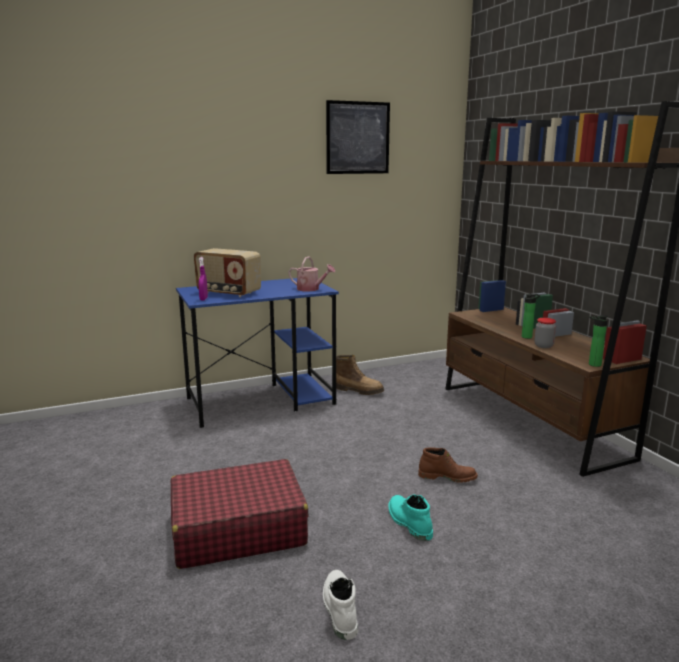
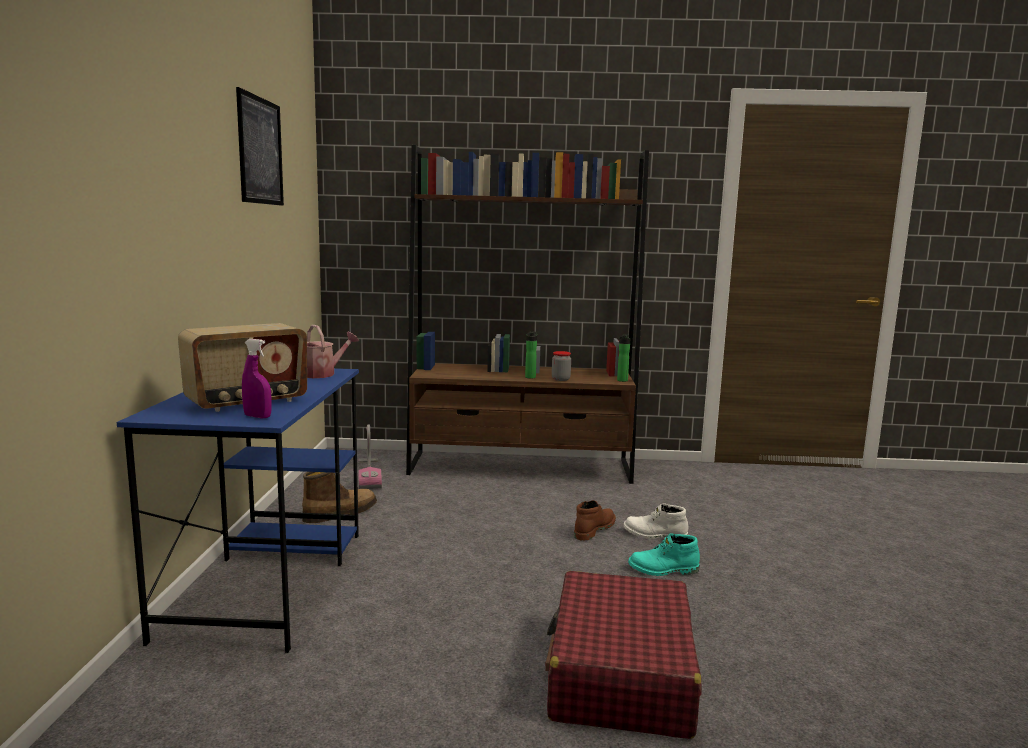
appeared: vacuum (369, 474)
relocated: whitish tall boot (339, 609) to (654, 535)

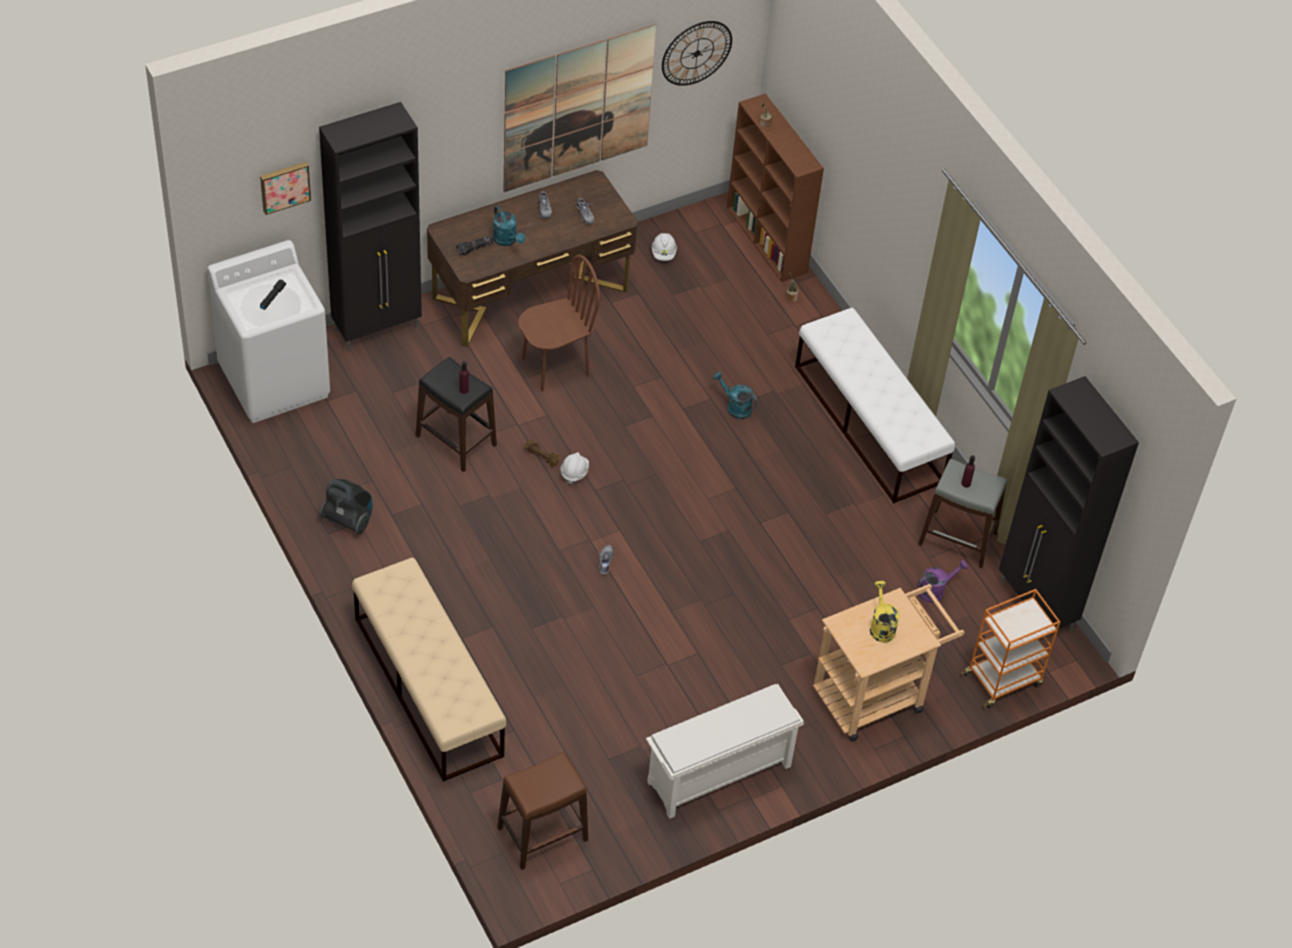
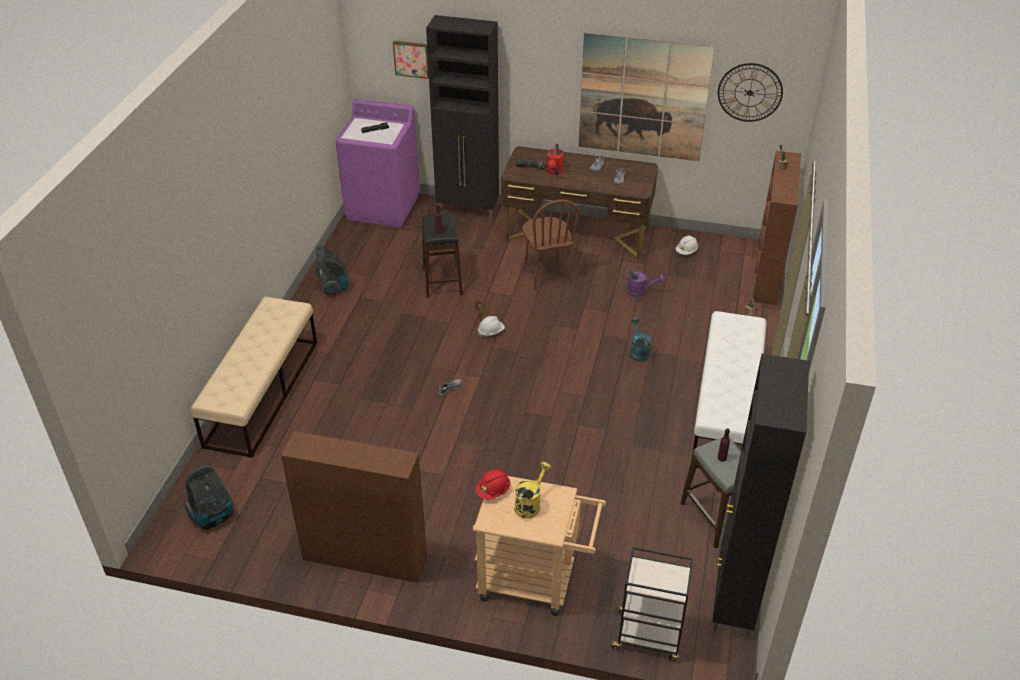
appeared: red-coloured hard hat (493, 491)
relocated: purple-coloured sprinkling can (935, 590) to (640, 292)
exchanged: whitish shoe stand (718, 775) to brown-coloured shelving unit (363, 558); brown-coloured stool seat (542, 834) to vacuum (214, 517)
colour: turquoise-coloured sprinkling can (507, 241) to red-coloured sprinkling can (554, 172); whitish laundry machine (275, 381) to purple-coloured laundry machine (383, 207); orange-coloured wheeled cart (1003, 679) to black wheeled cart (648, 636)
spun: brown-coloured plain chair (555, 367) = (546, 275) 60 degrees clockwise

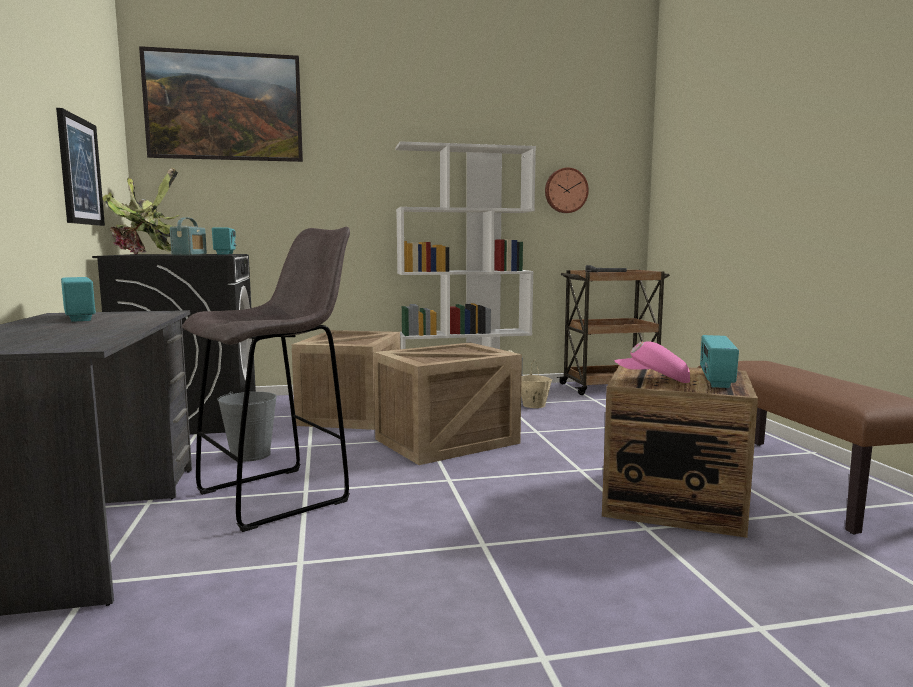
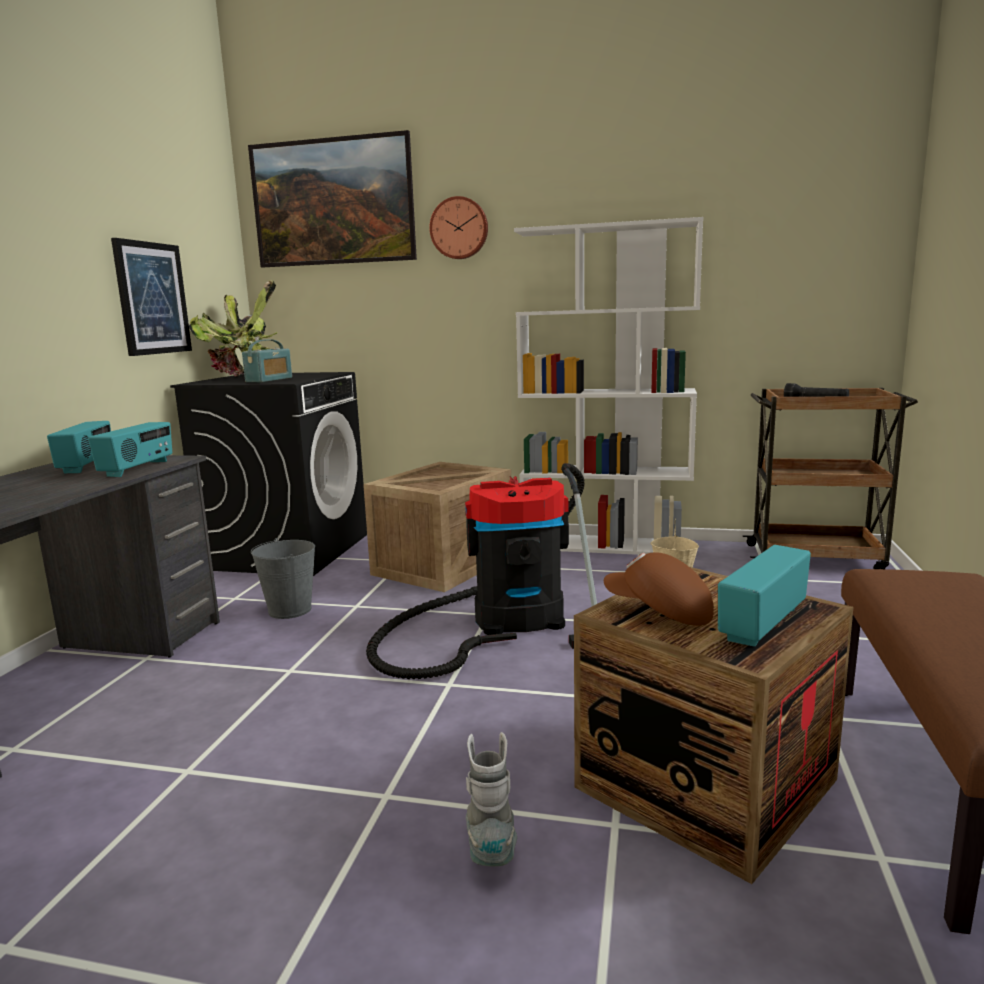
missing: gray stool seat (278, 496)
appeared: gray tall boot (491, 845)
relocated: hanging clock (565, 190) to (459, 228); radio set (225, 254) to (138, 468)
exchanged: shipping crate (448, 440) to vacuum (508, 621)
colour: pinkish peaked cap (653, 381) to brown-coloured peaked cap (658, 612)

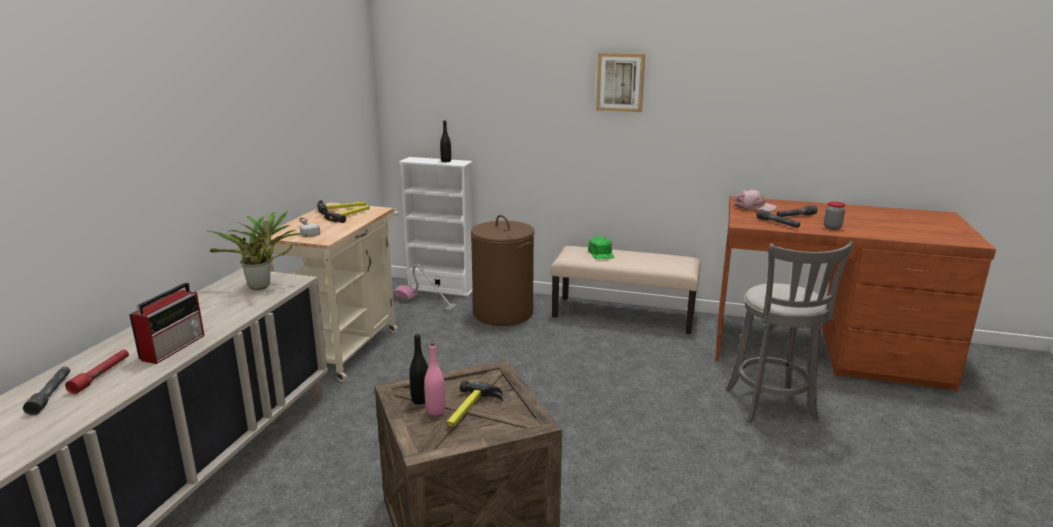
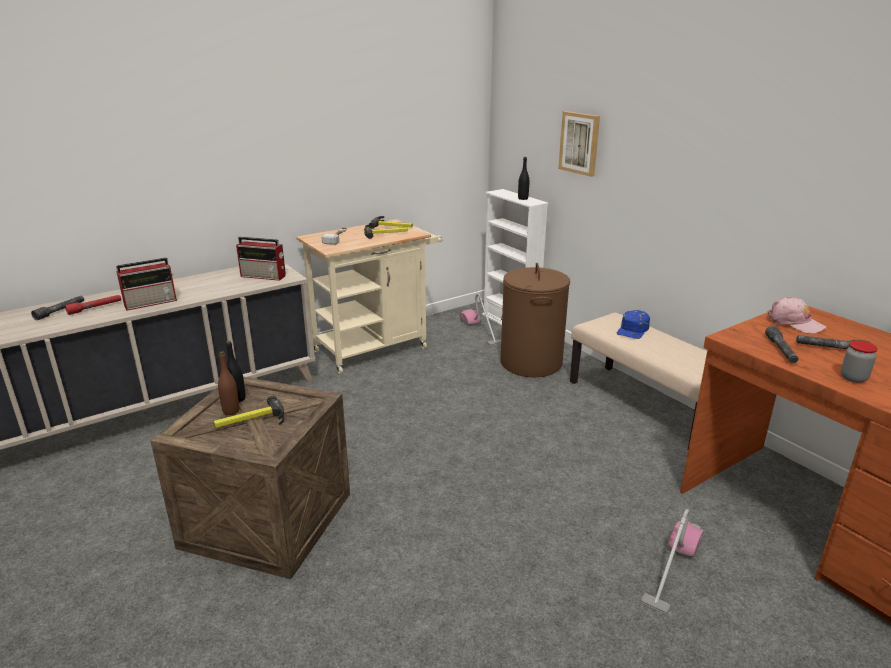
relocated: picture (620, 82) to (579, 143)
exchanged: plant in a pot (263, 286) to radio set (264, 276); gray stool seat (772, 406) to vacuum (672, 569)
colour: greenish peaked cap (601, 253) to blue peaked cap (633, 330); pinkish bottle (435, 411) to brown-coloured bottle (231, 411)

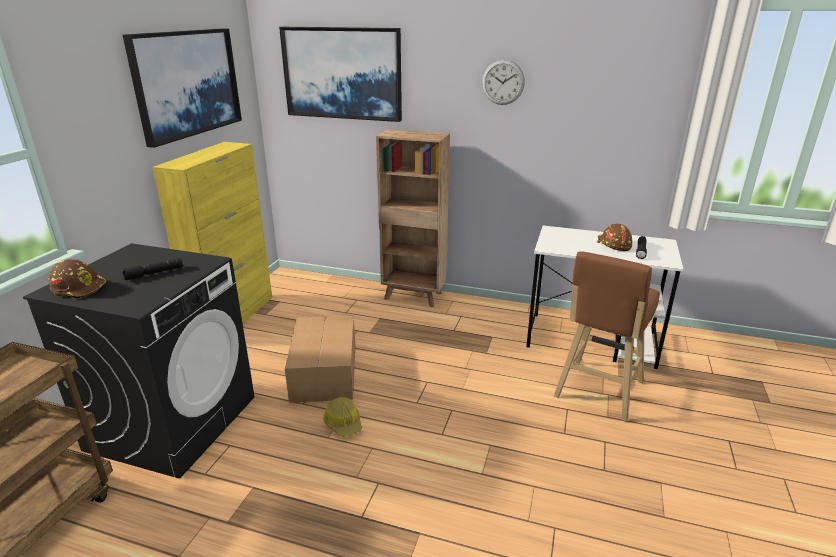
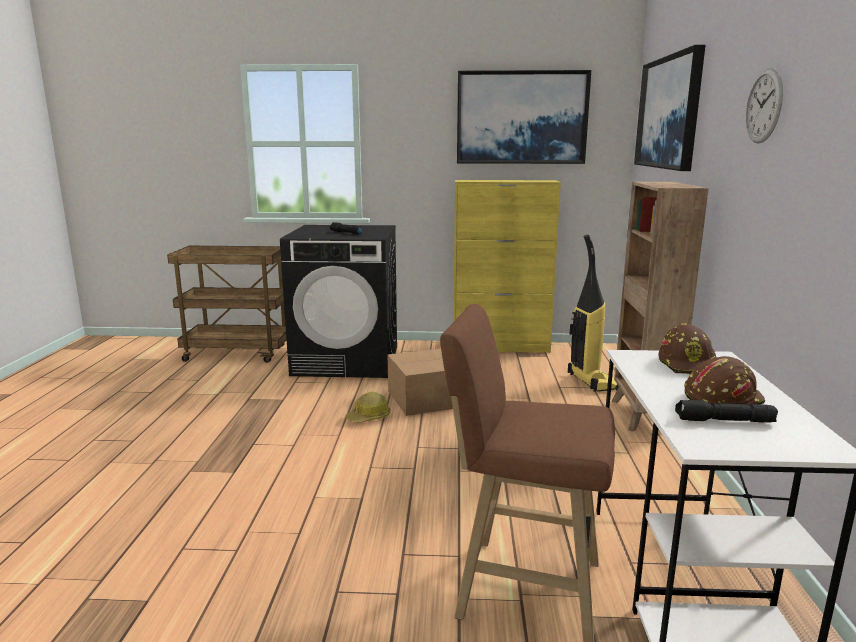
appeared: vacuum (591, 382)
relocated: brown-coloured hard hat (80, 288) to (688, 364)

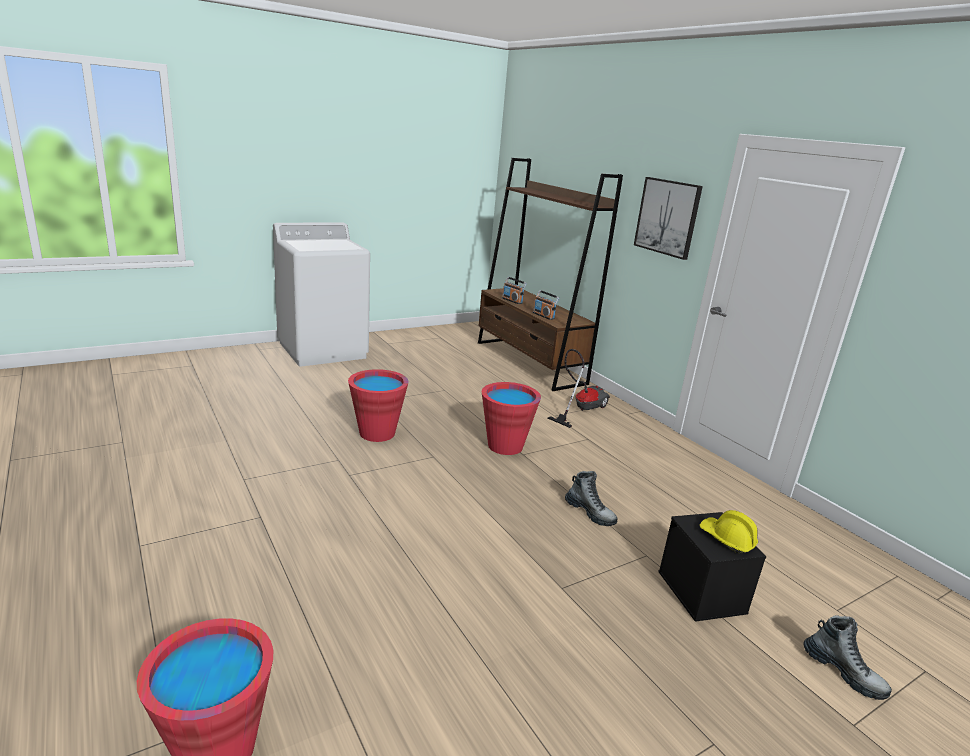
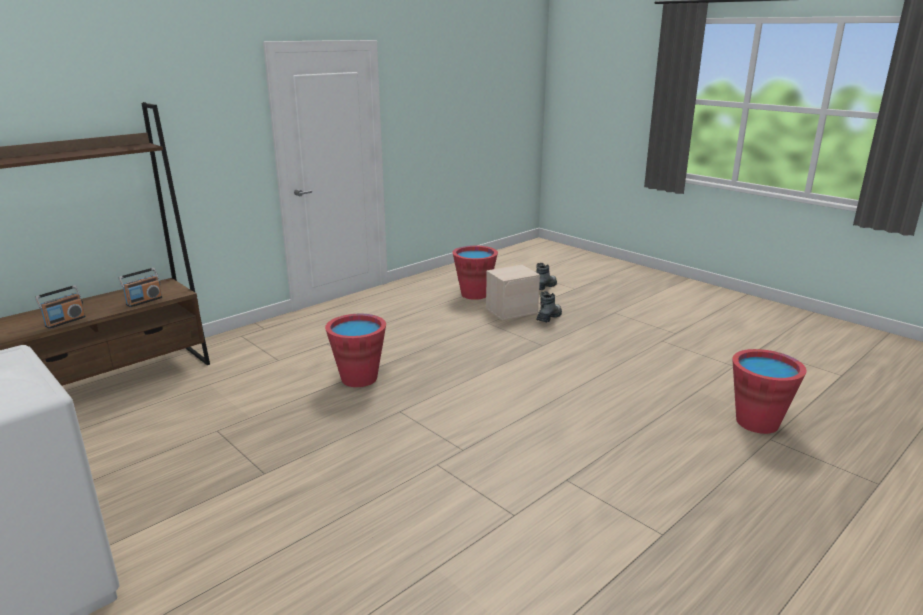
missing: picture (667, 217); vacuum (580, 409); yellow hard hat (727, 539)
relocated: red-coloured bucket (377, 433) to (474, 294); tall boot (590, 513) to (548, 318)
colour: black storage bin (703, 592) to beige-coloured storage bin (512, 310)

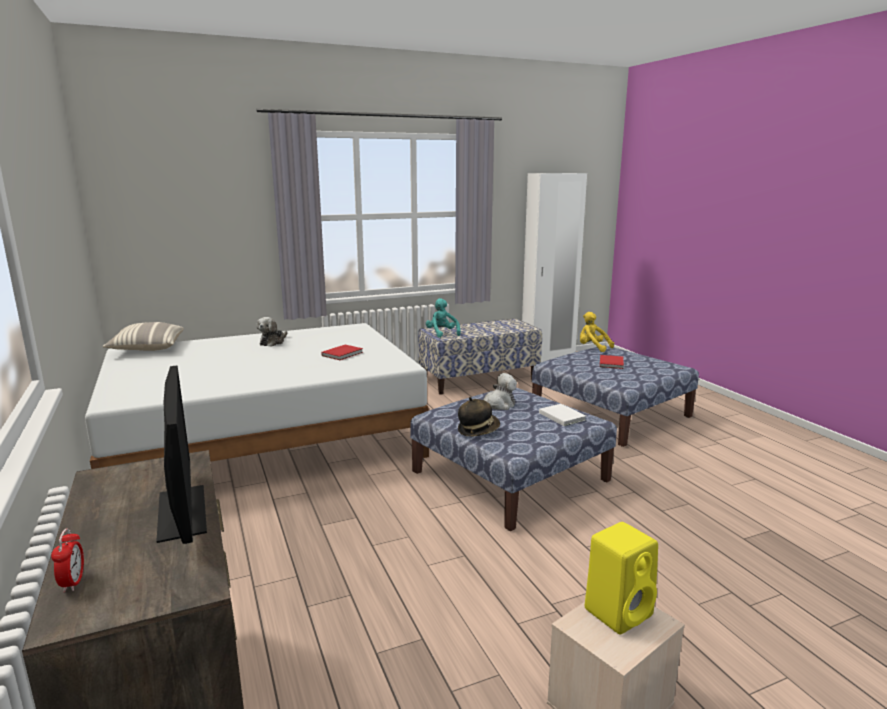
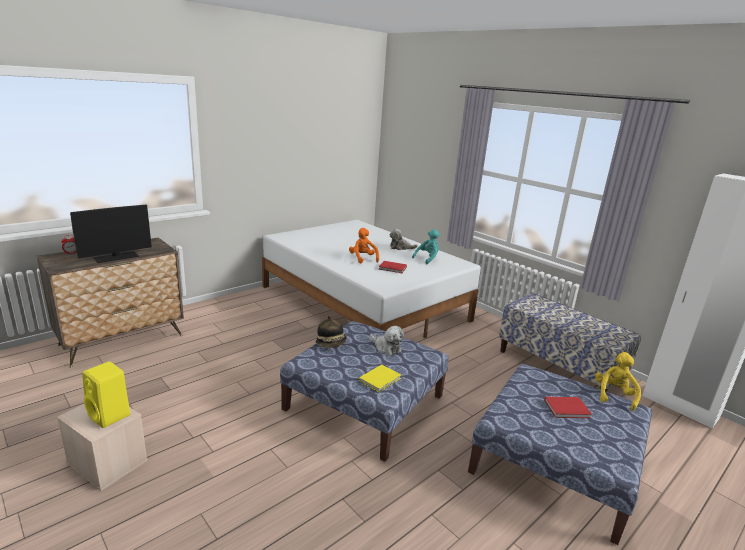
missing: pillow (147, 348)
appeared: orange-coloured cuddly toy (363, 258)
relocated: turquoise-coloured cuddly toy (442, 333) to (427, 259)
colour: whitish volume (561, 416) to yellow volume (381, 379)

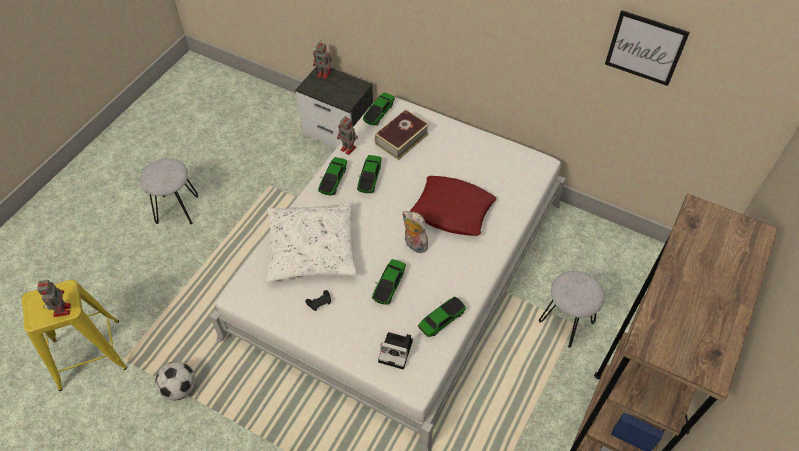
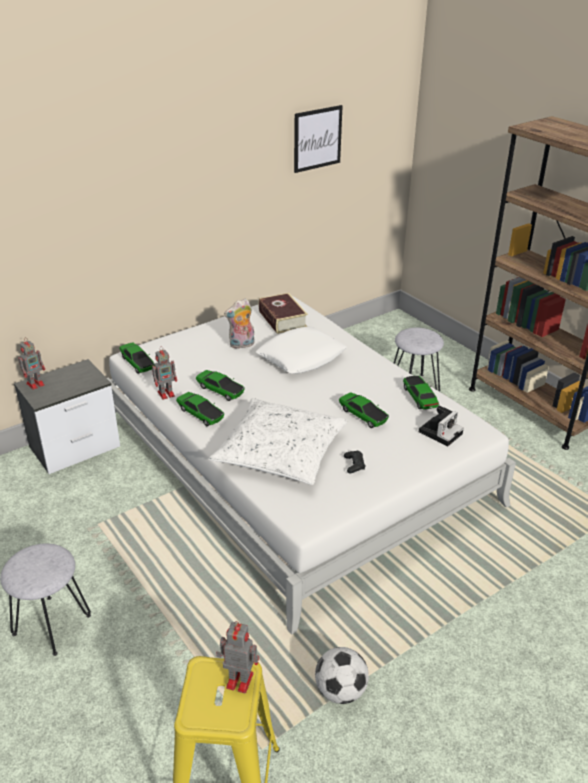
relocated: volume (401, 139) to (282, 319); cuddly toy (414, 244) to (241, 345)
colour: red-coloured pillow (452, 210) to whitish pillow (301, 357)

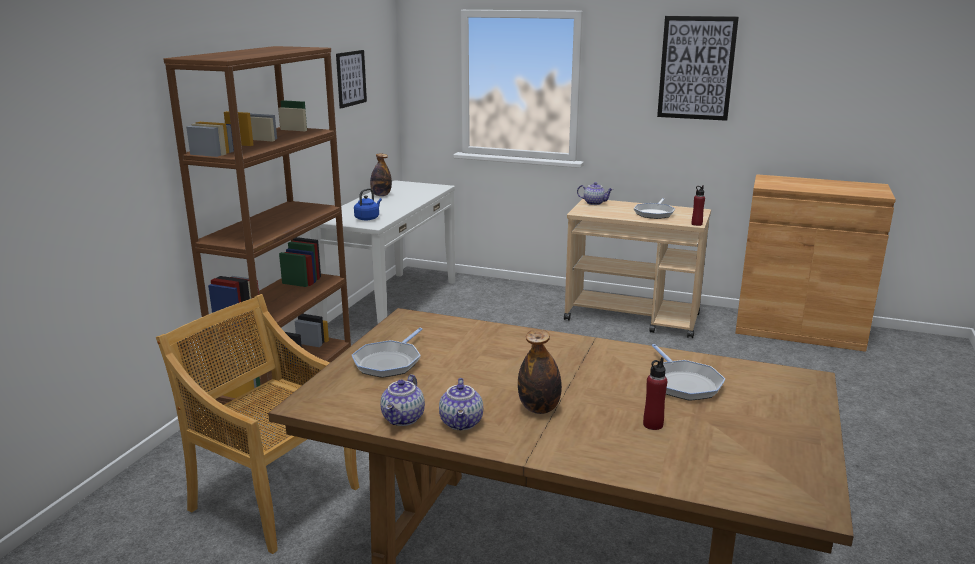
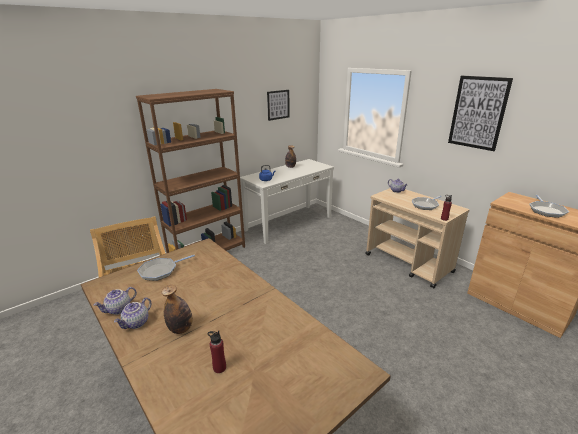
relocated: pan (683, 383) to (546, 211)

